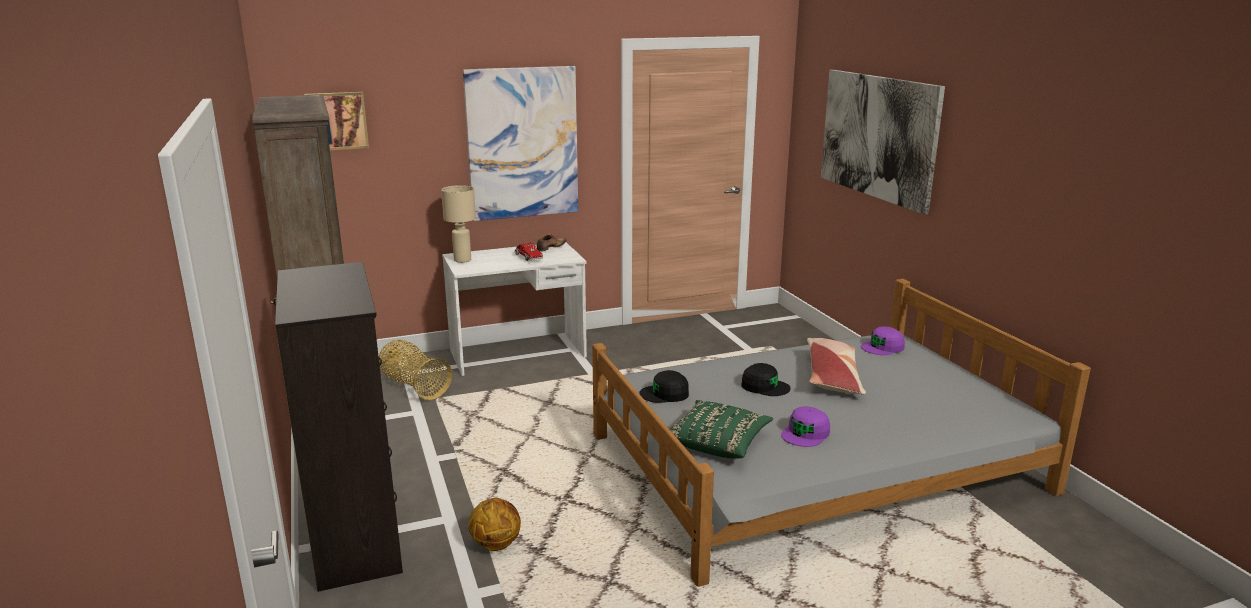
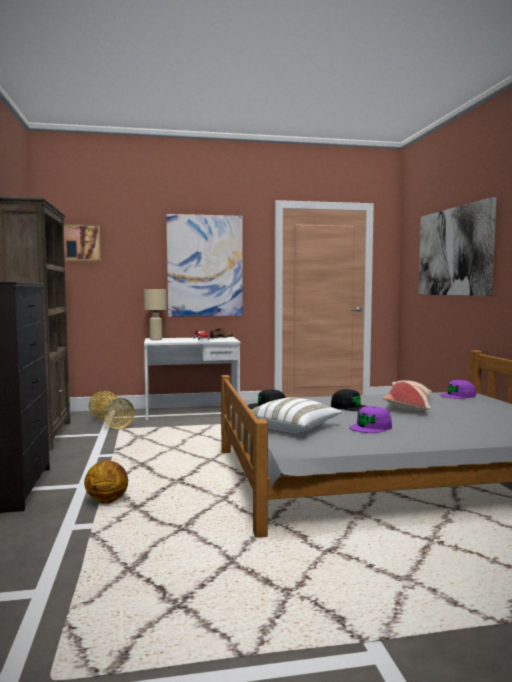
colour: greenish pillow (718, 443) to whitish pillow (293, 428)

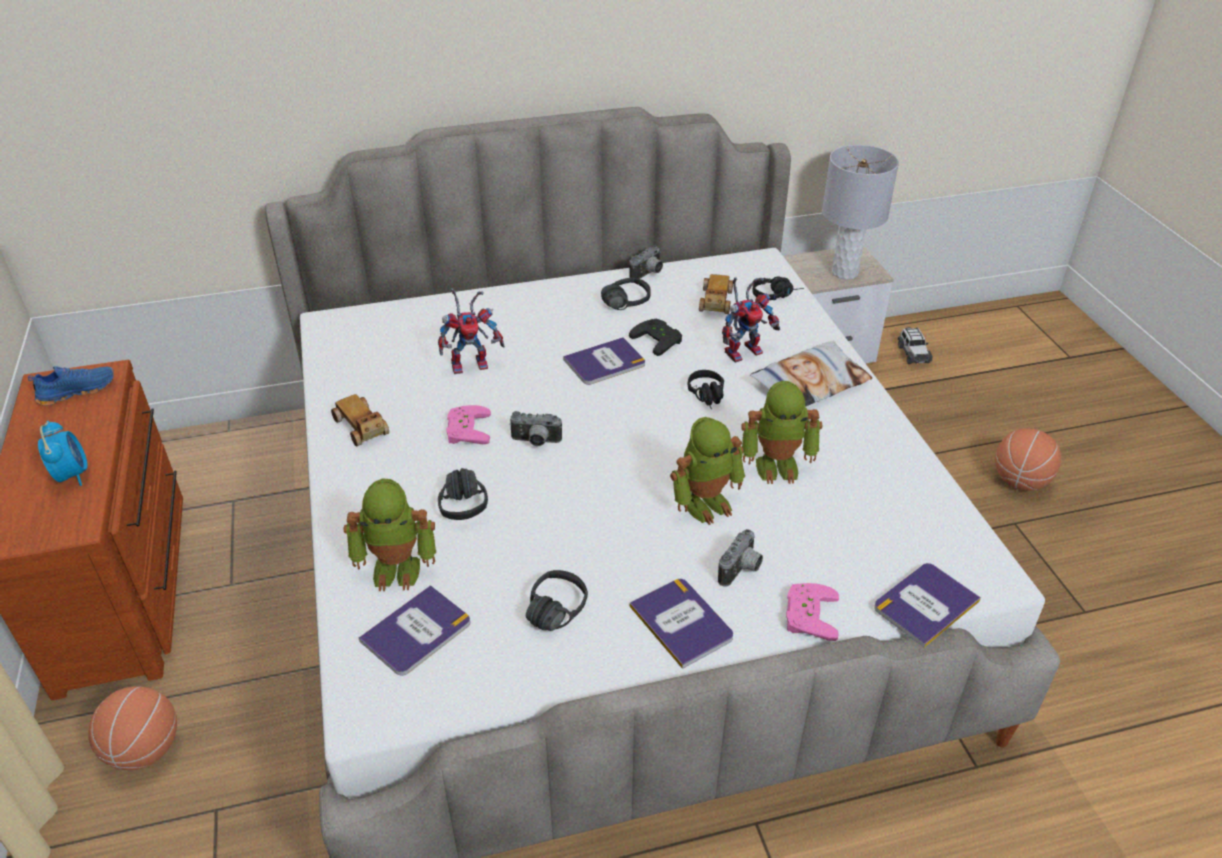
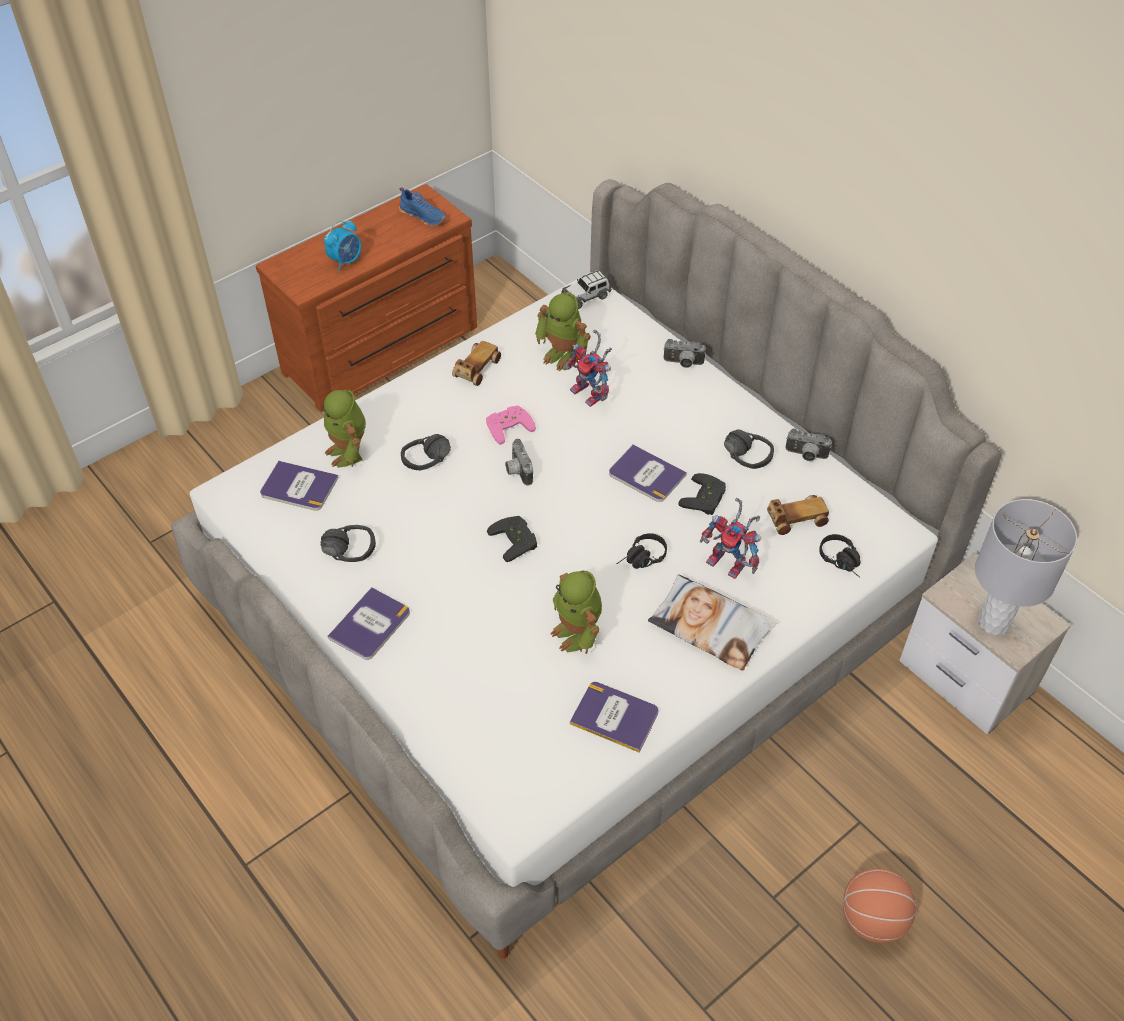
missing: pinkish gamepad (806, 614); ball for basketball (144, 750)
appeared: black gamepad (516, 540)
relocated: model car (912, 354) to (586, 297); toy robot (705, 503) to (563, 356); still camera (741, 570) to (683, 364); volume (925, 604) to (615, 717)

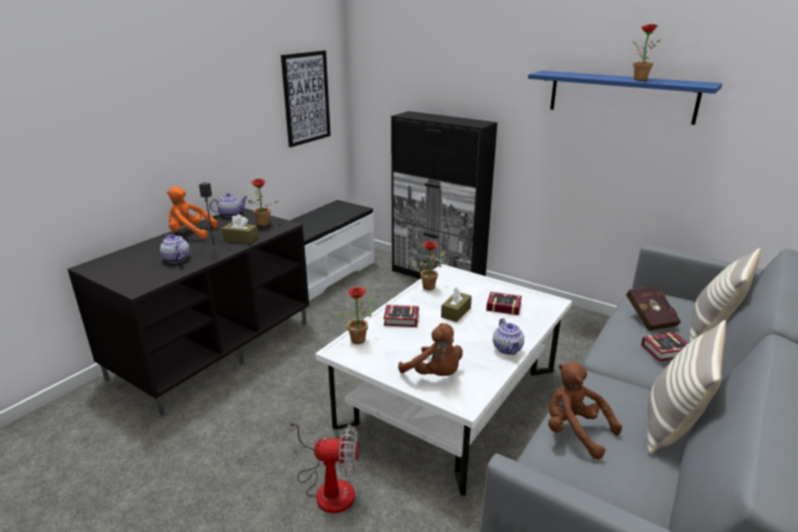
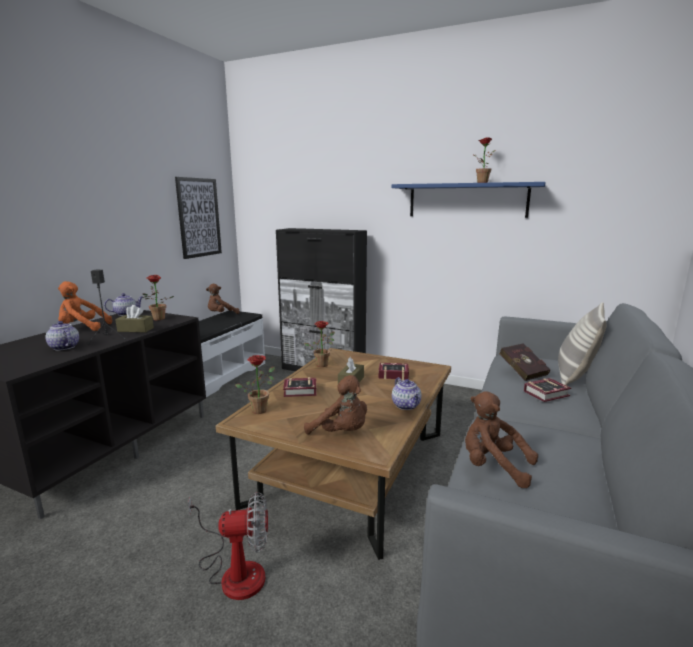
missing: pillow (671, 426)
appeared: brown-coloured cuddly toy (221, 314)
colour: whitish low table (450, 397) to brown-coloured low table (351, 467)

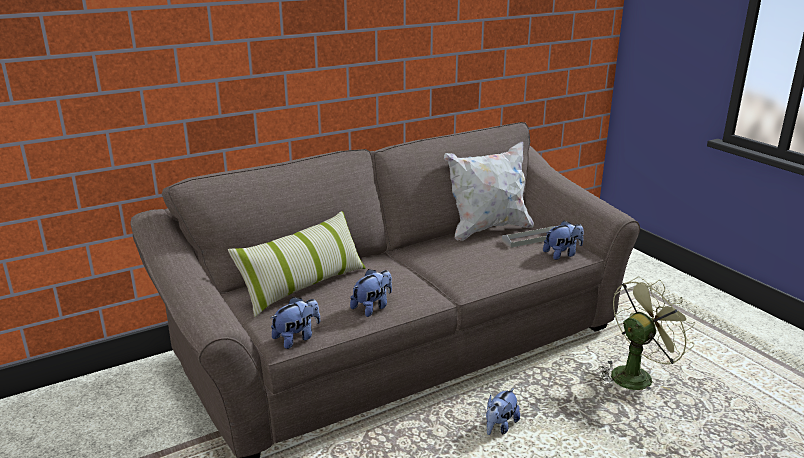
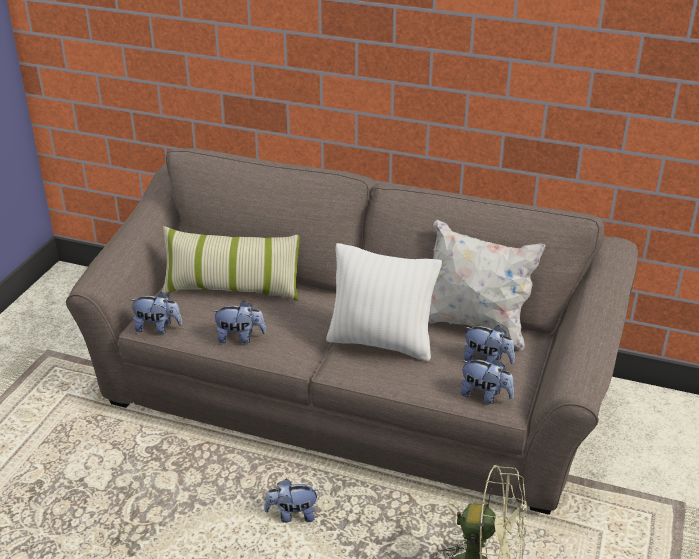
appeared: whitish pillow (381, 342)
exchanged: gray tray (530, 239) to cuddly toy (487, 361)

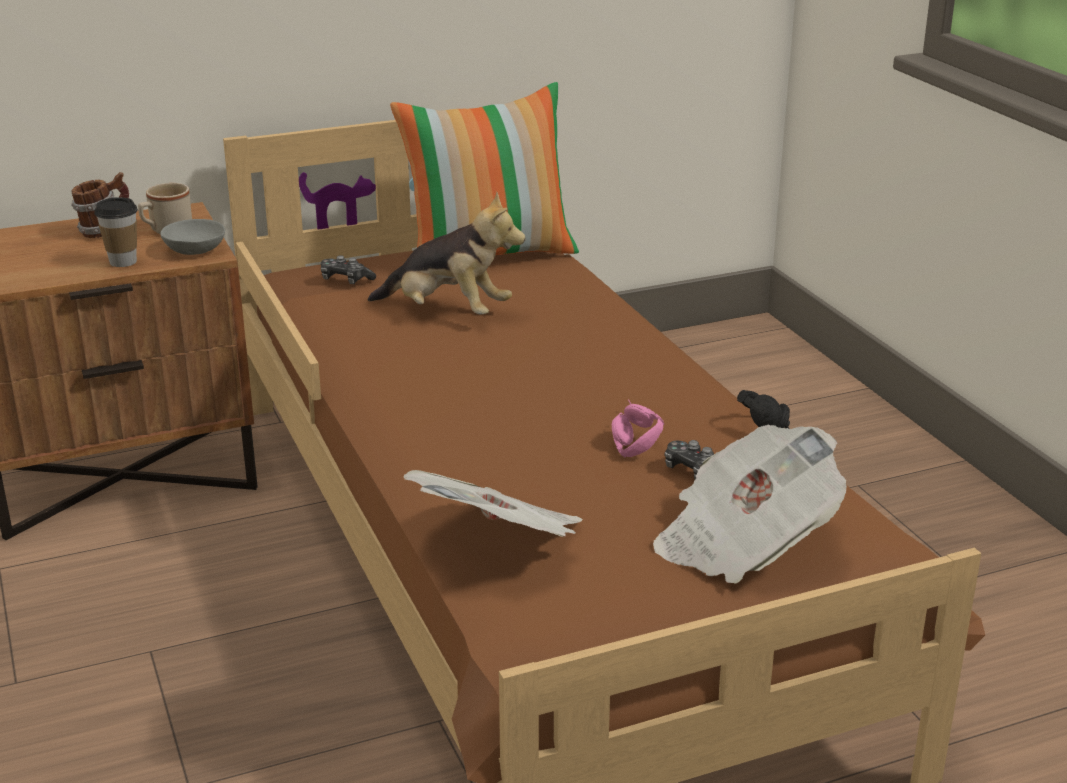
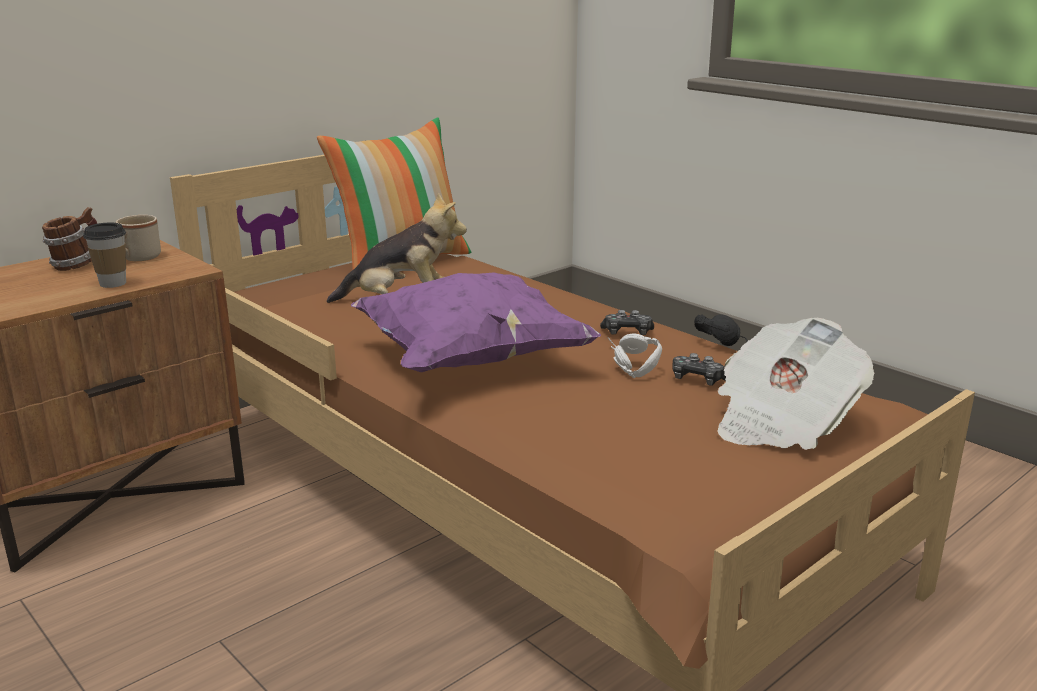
missing: gray deep dish (197, 249); daily paper (500, 544)
appeared: purple-coloured pillow (471, 360)
relocated: gamepad (345, 280) to (627, 333)
colour: pinkish headphones (627, 437) to whitish headphones (623, 364)

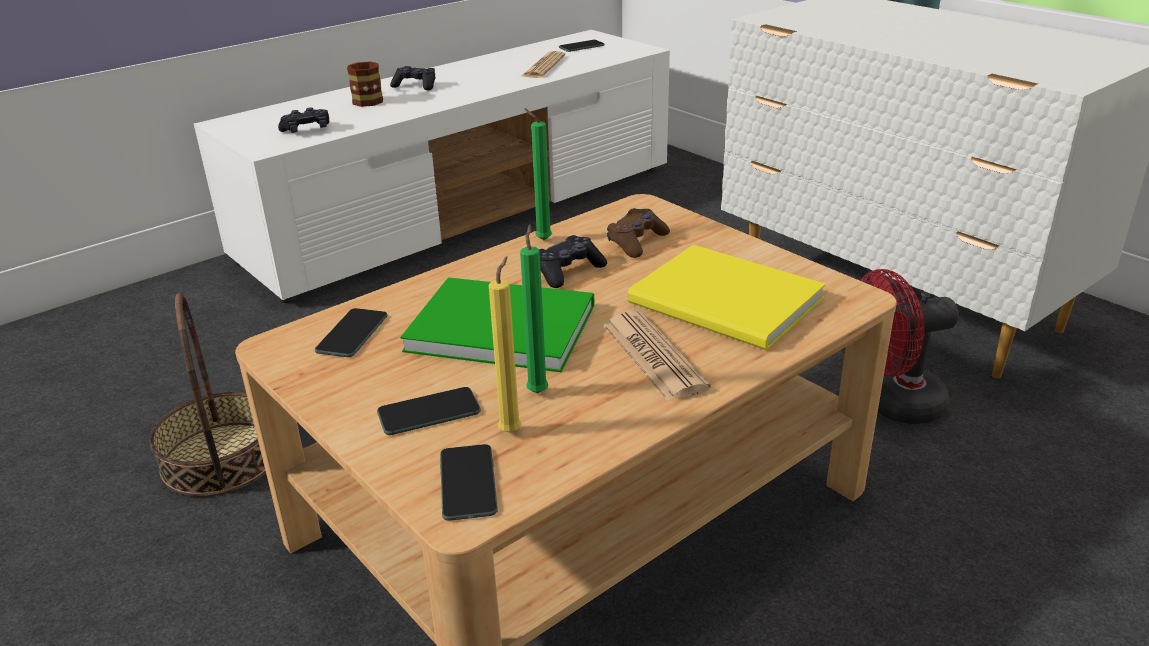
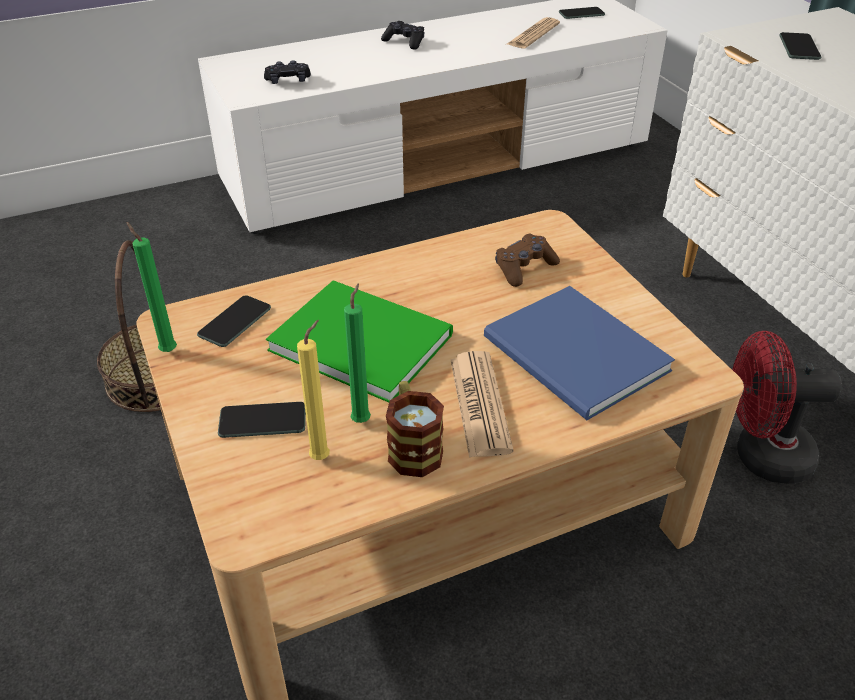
missing: black gamepad (568, 271)
relocated: mug (365, 99) to (412, 446); greenish wax light (541, 239) to (167, 350); phone (468, 483) to (799, 47)
colour: yellow volume (728, 304) to blue volume (576, 358)

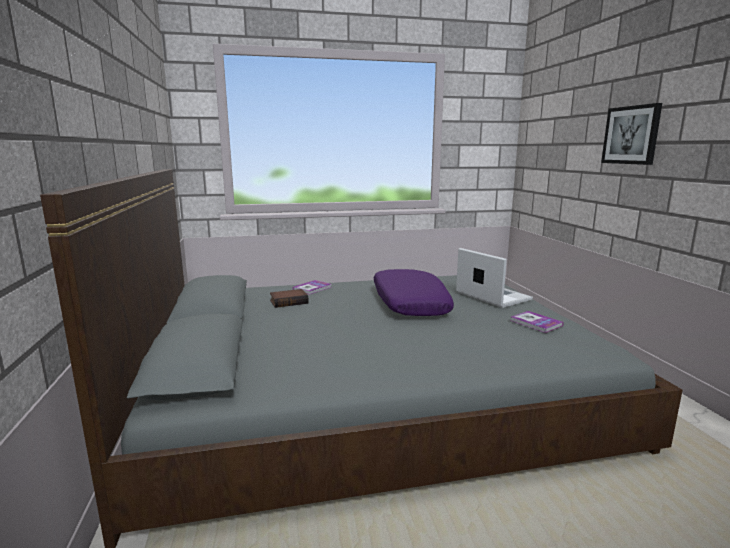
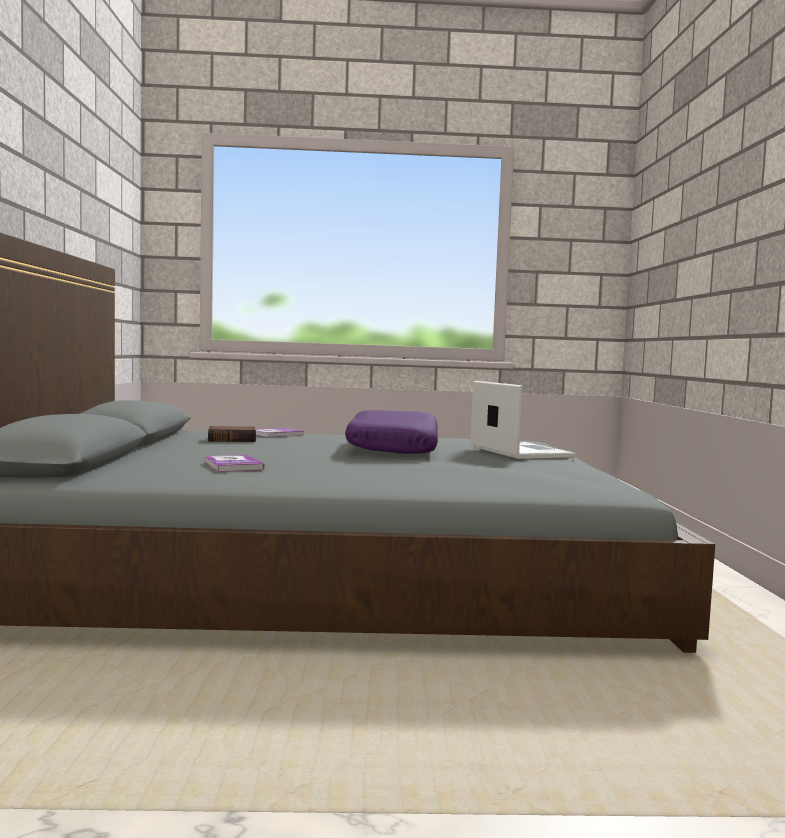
missing: picture (631, 135)
relocated: volume (536, 323) to (233, 466)

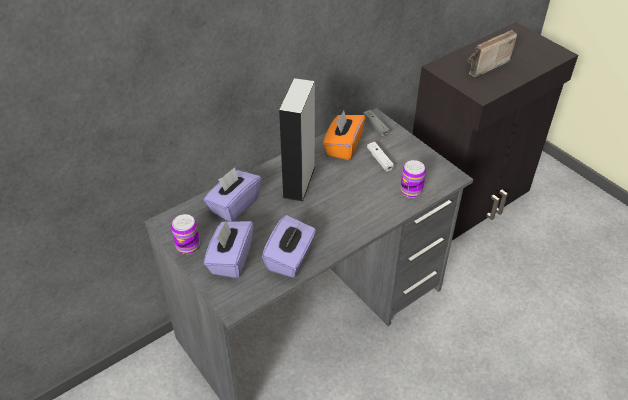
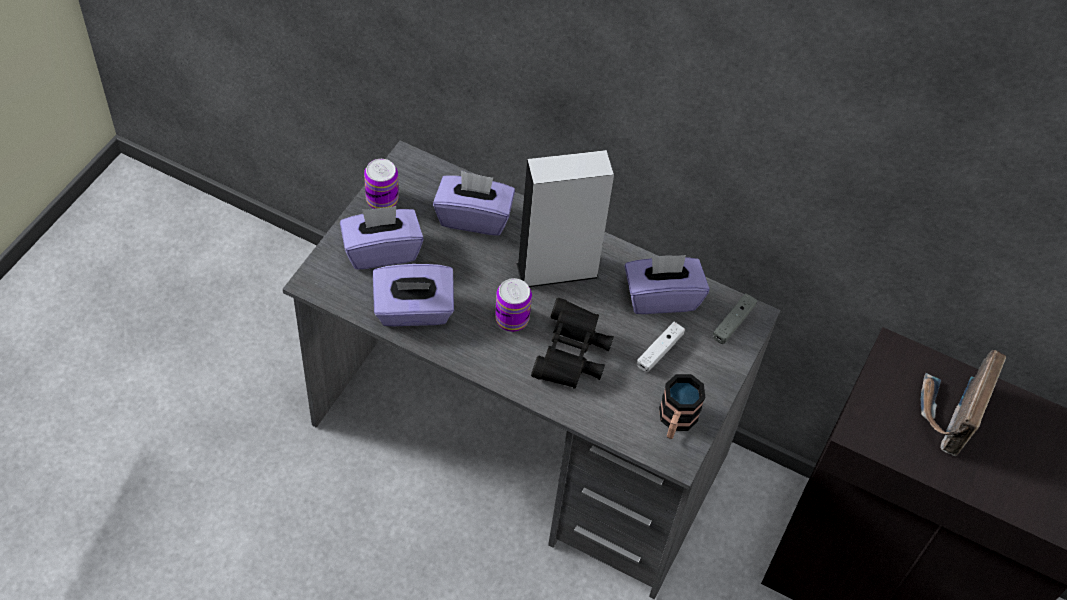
appeared: black binoculars (571, 356); mug (675, 421)
relocated: can (411, 190) to (512, 319)
colour: orange-coloured tissue holder (343, 146) to purple-coloured tissue holder (661, 297)
spun: radio set (482, 65) = (948, 414) 90 degrees counterclockwise

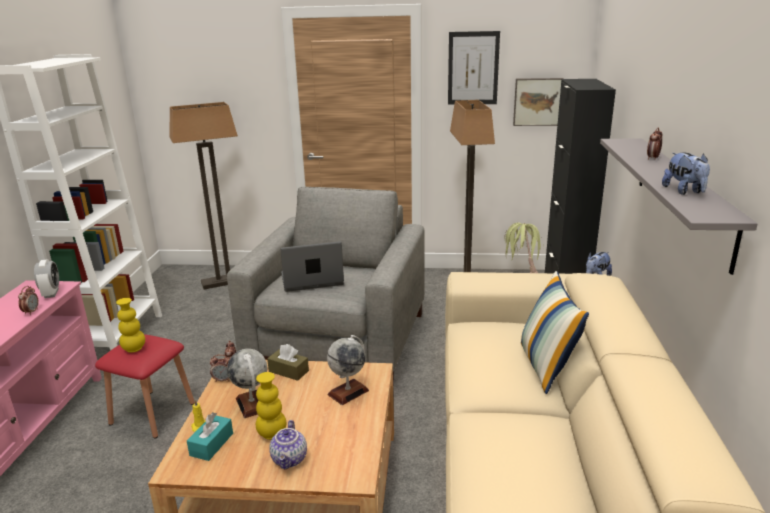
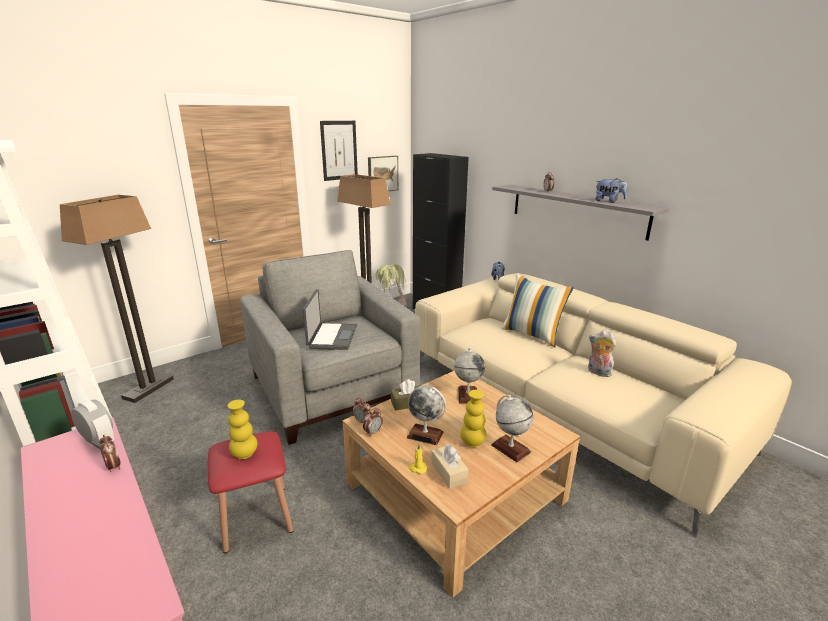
appeared: cuddly toy (598, 372)
exchanged: teapot (290, 459) to world globe (510, 448)
colour: turquoise-coloured tissue holder (211, 444) to beige-coloured tissue holder (449, 473)
spun: portable computer (312, 280) = (331, 337) 150 degrees clockwise

